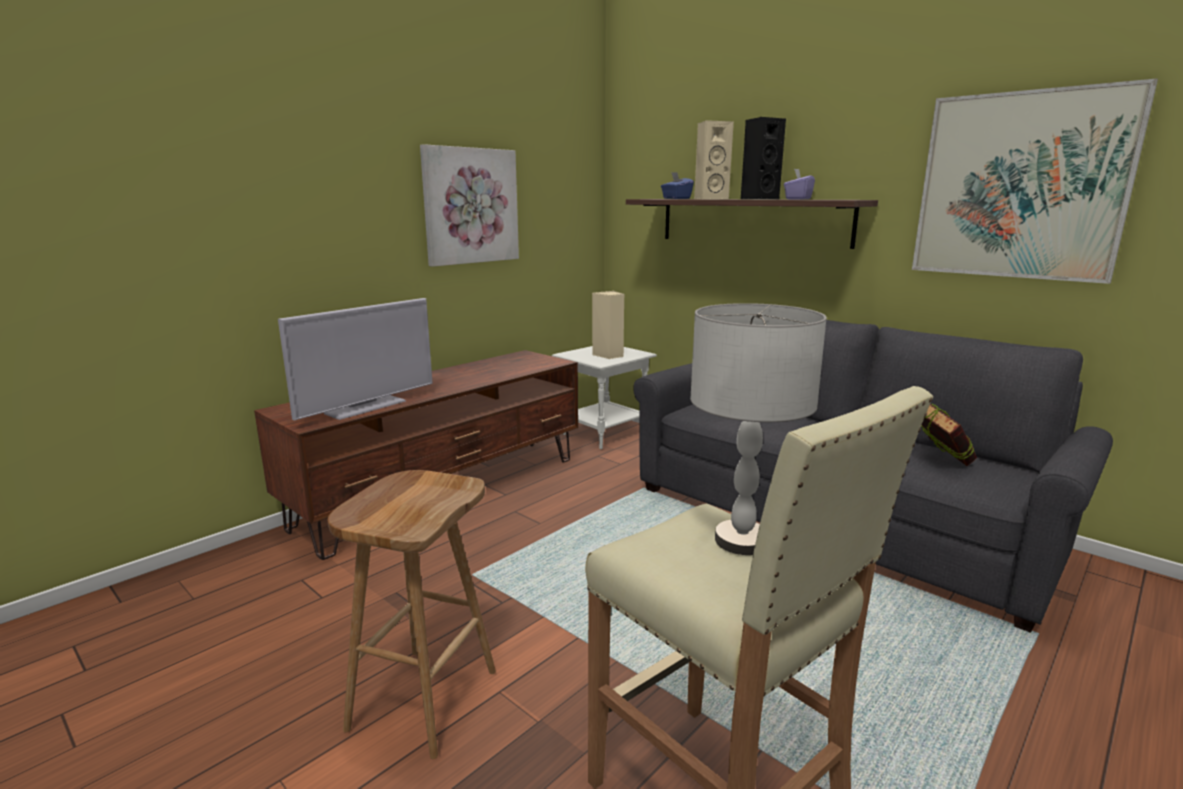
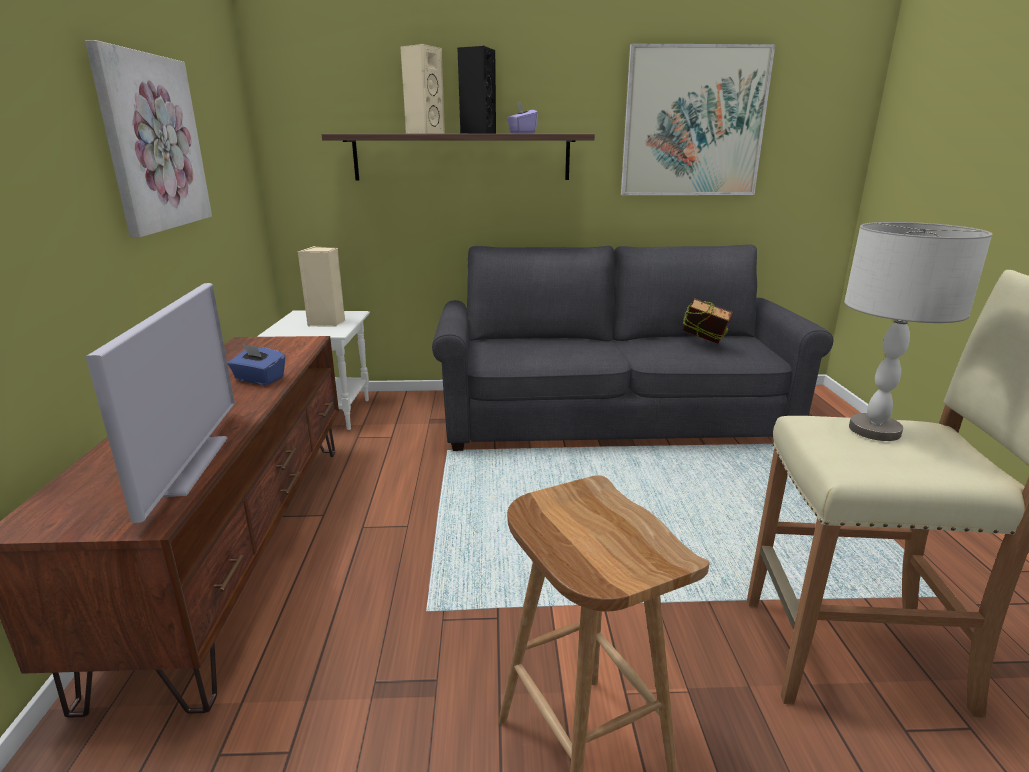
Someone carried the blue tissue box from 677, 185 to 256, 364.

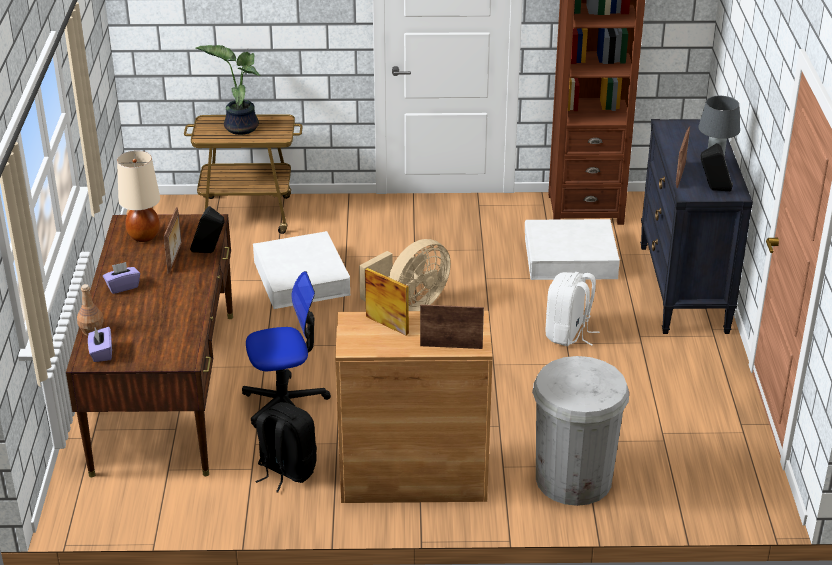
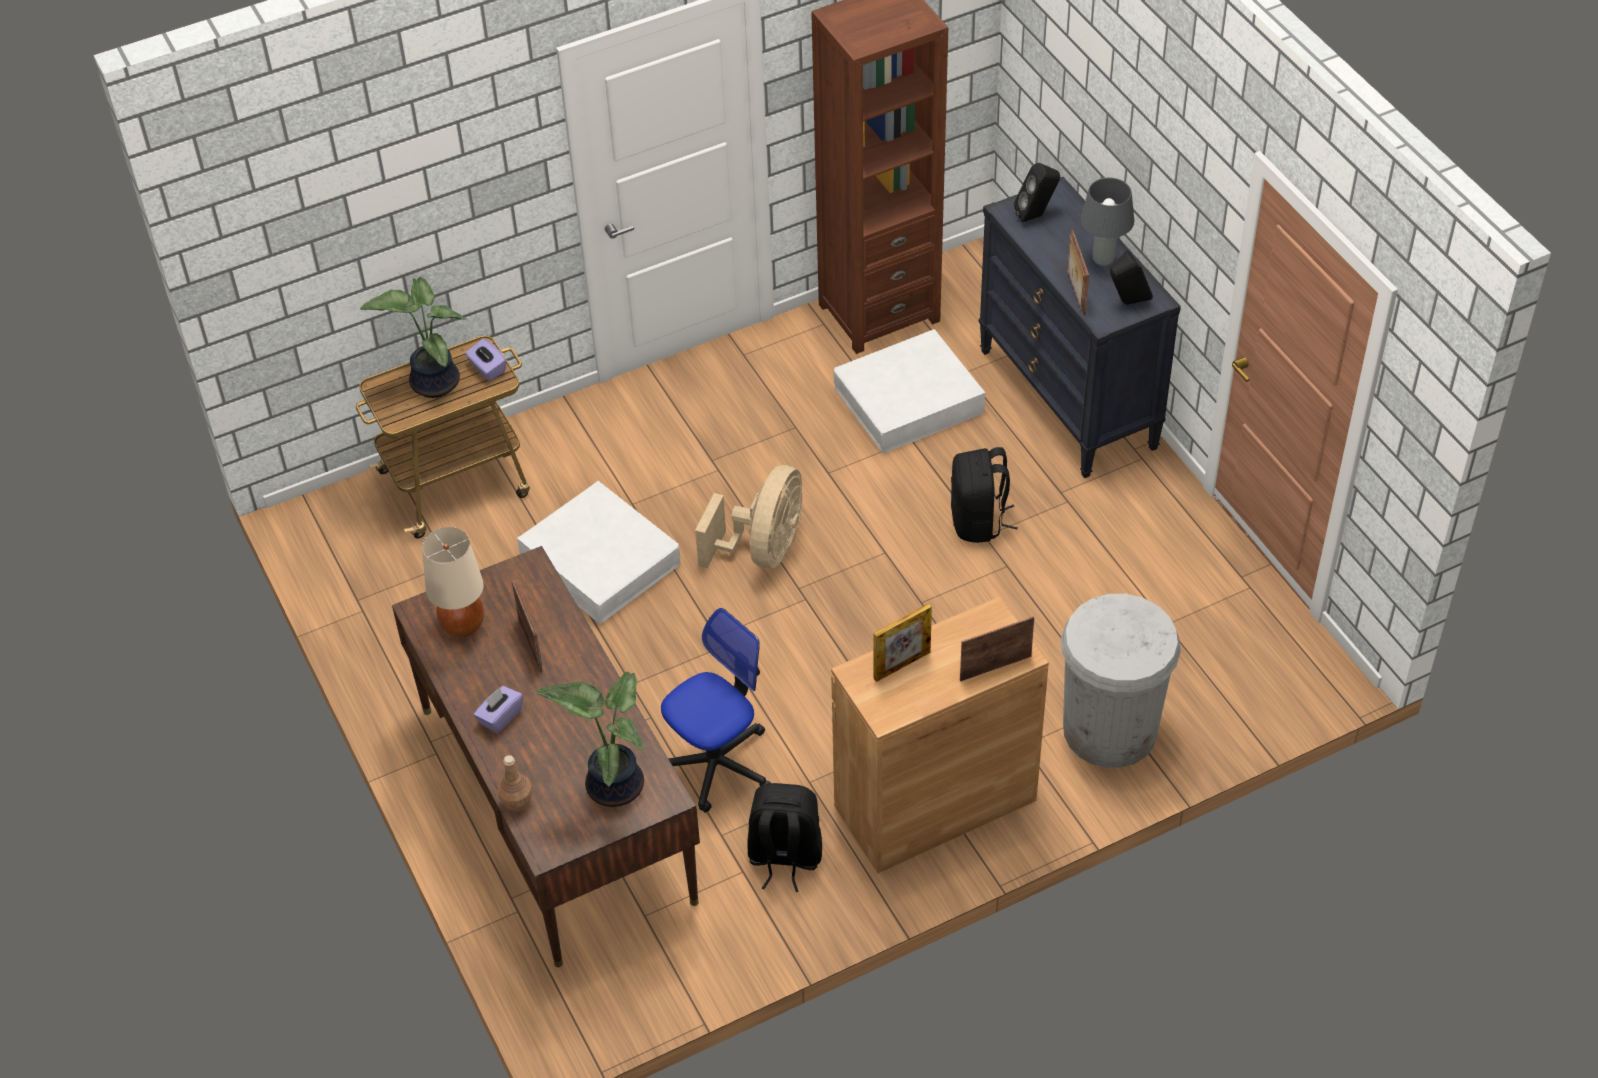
Someone carried the purple tissue box from 100, 344 to 485, 359. Someone put down the potted plant at 589, 739. Someone rotated the picture frame at 387, 301 by 135 degrees clockwise. Someone repainted the white backpack at 572, 309, which became the black backpack at 984, 495. Someone carried the black speaker from 207, 229 to 1037, 193.

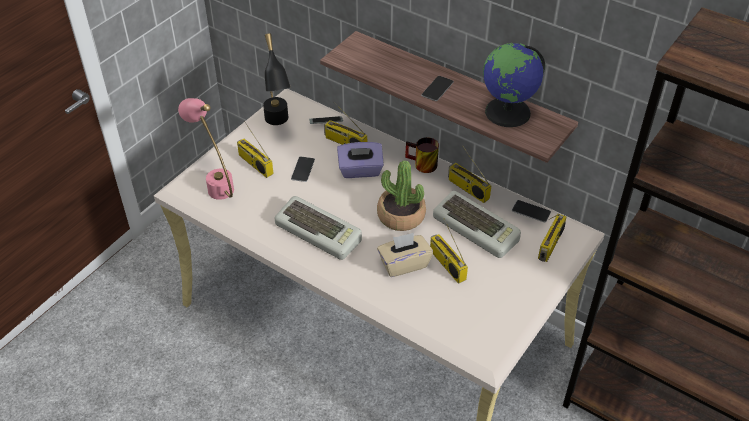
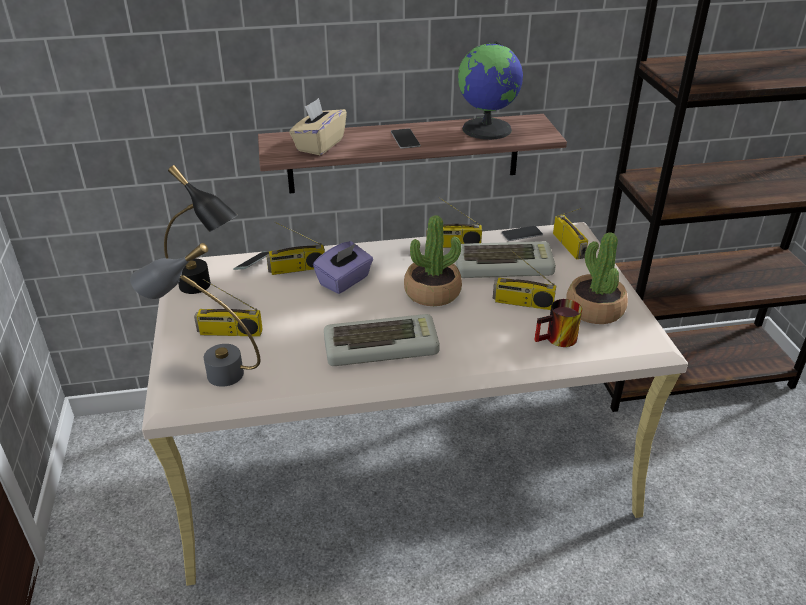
Someone repainted the pink table lamp at 206, 149, which became the grey table lamp at 195, 315. Someone carried the beige tissue box from 405, 255 to 318, 126. Someone carried the mug from 422, 155 to 558, 323. Someone put down the potted plant at 597, 278. Someone took away the phone at 303, 169.

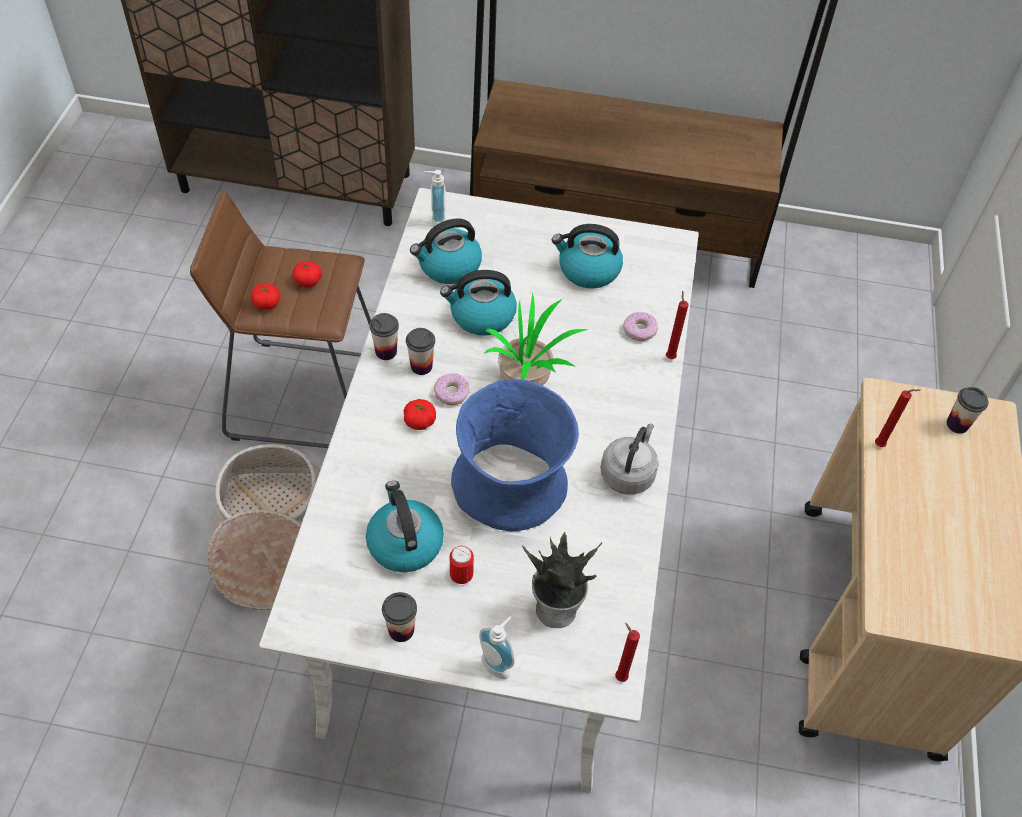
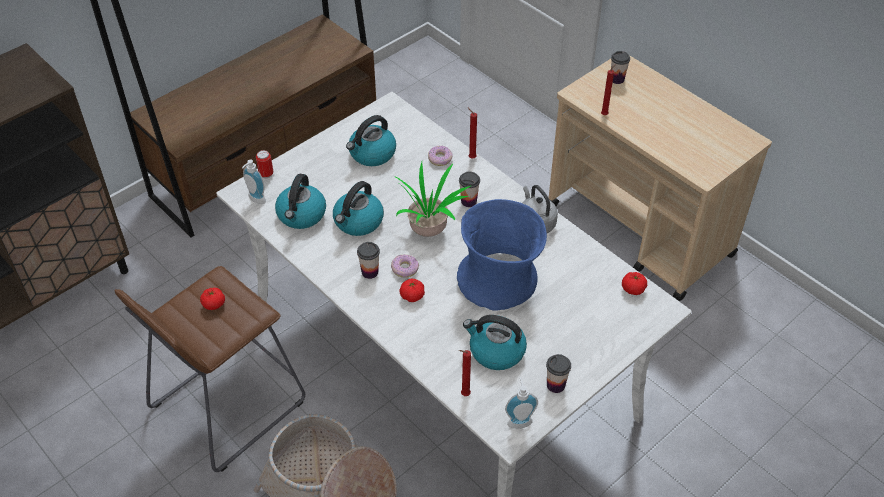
Someone carried the can from 462, 565 to 264, 164. Someone carried the cup from 384, 336 to 469, 189. Someone carried the red candle from 627, 652 to 465, 373. Someone carried the soap dispenser from 496, 647 to 521, 403. Someone carried the tomato from 265, 296 to 634, 283. Someone took away the potted plant at 562, 580.

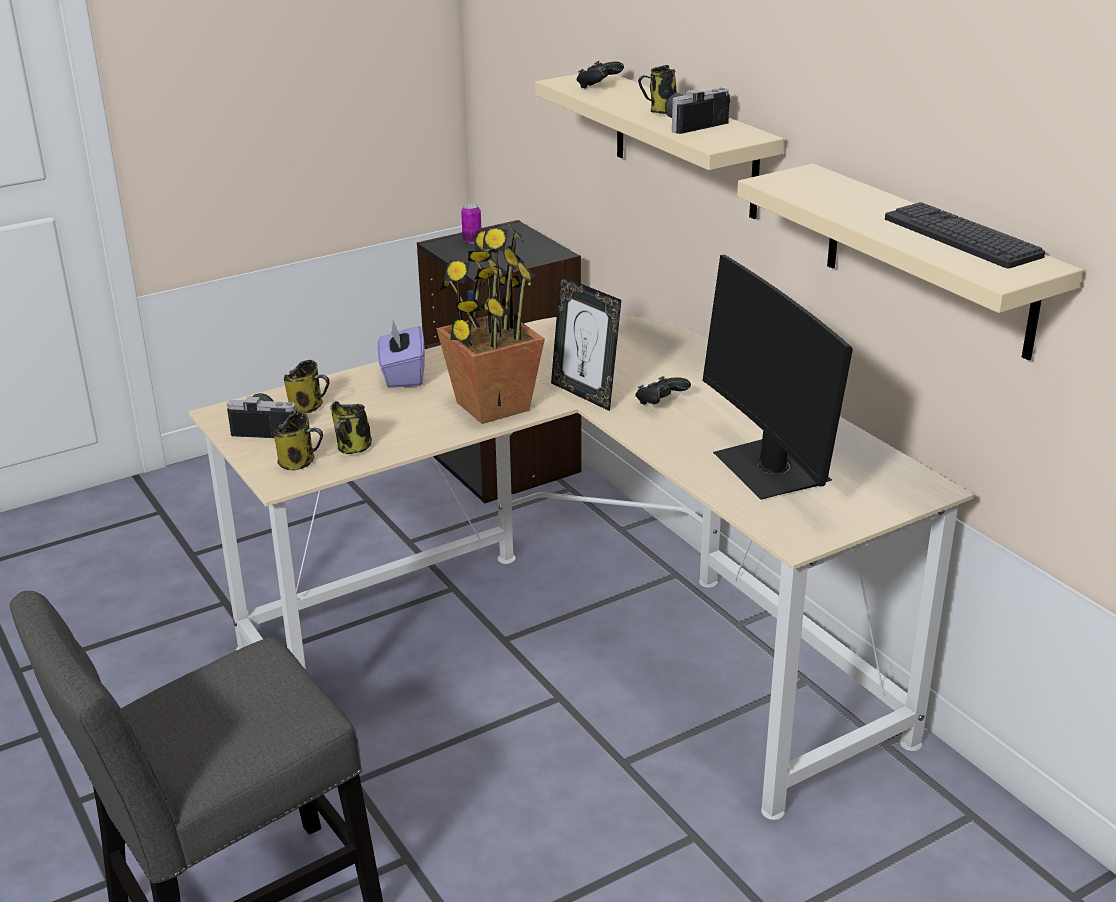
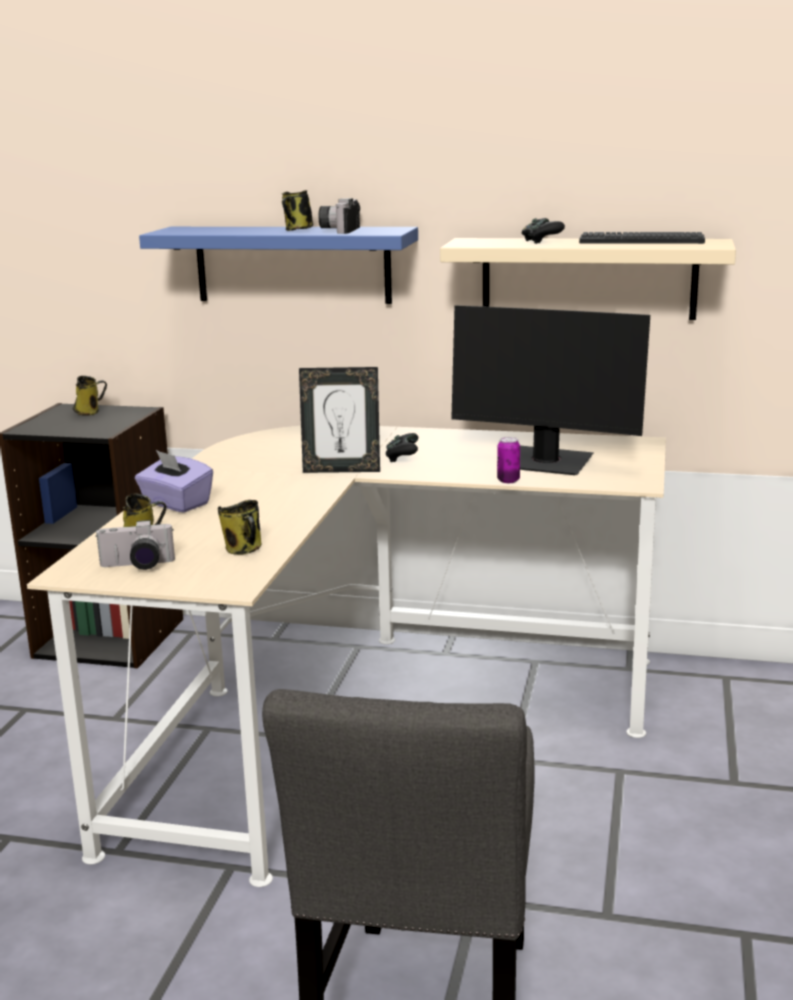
Someone carried the mug from 298, 441 to 89, 396. Someone rotated the photo camera at 262, 415 by 150 degrees counterclockwise. Someone repainted the beige shelf at 659, 146, which became the blue shelf at 278, 265. Someone carried the can from 471, 223 to 508, 460. Someone carried the black game controller from 600, 74 to 543, 231. Someone took away the potted plant at 490, 323.

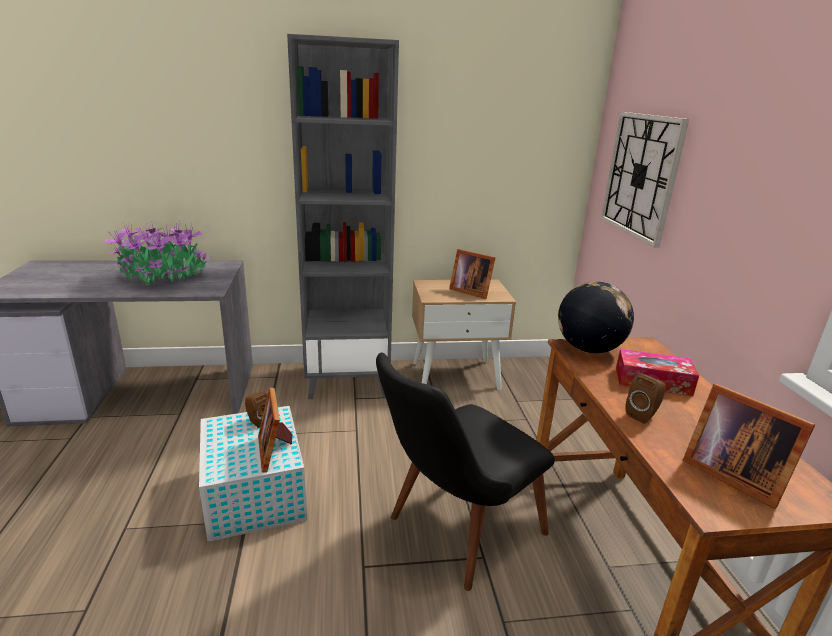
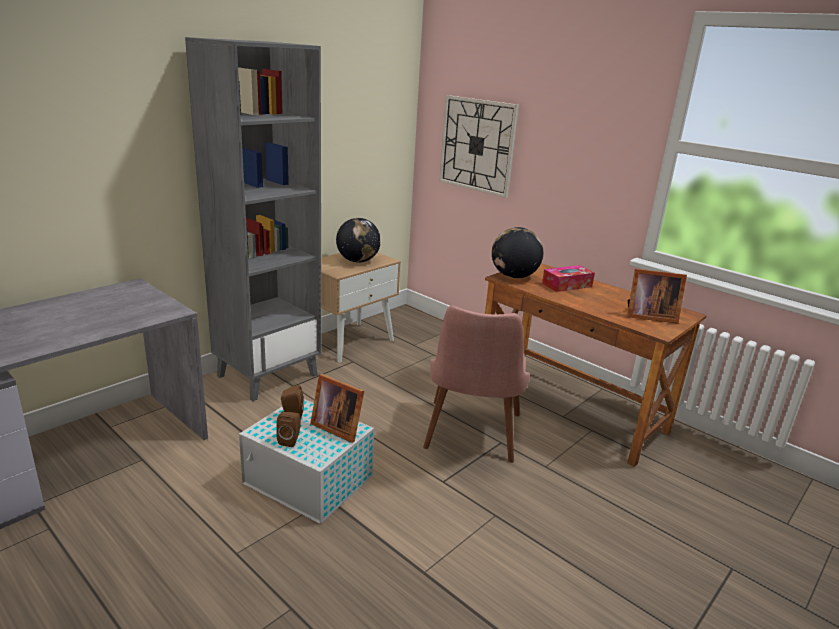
Someone carried the brown speaker from 645, 399 to 288, 429. Someone swapped the picture frame at 472, 274 for the globe at 358, 240. Someone repainted the black chair at 465, 472, which became the pink chair at 476, 384. Someone took away the potted plant at 157, 254.

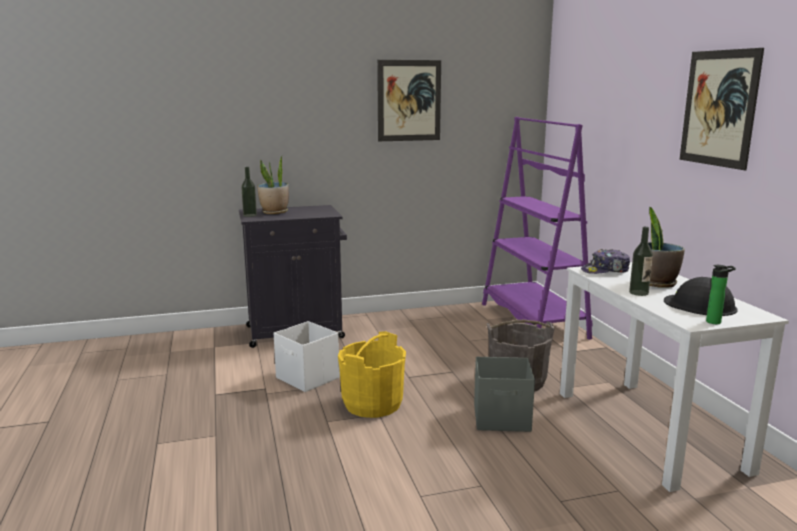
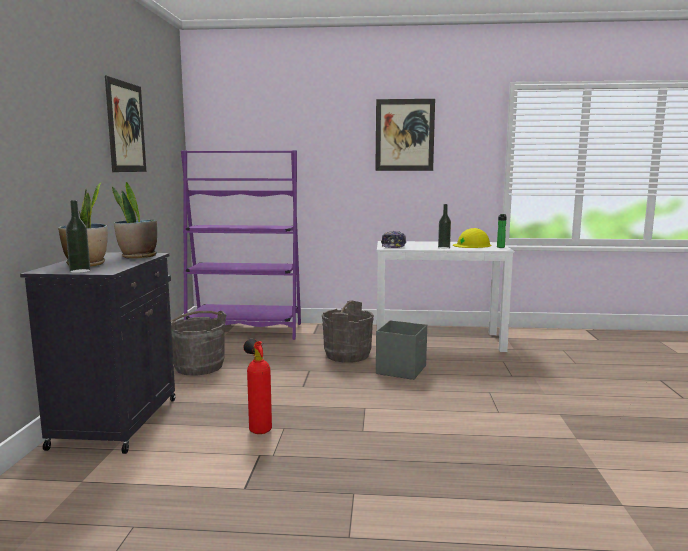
Someone carried the potted plant from 666, 247 to 134, 220. Someone put down the grey bucket at 198, 343. Someone swapped the white storage box at 306, 356 for the fire extinguisher at 258, 386. Someone repainted the black hard hat at 700, 296, which became the yellow hard hat at 472, 238. Someone took away the yellow bucket at 372, 374.

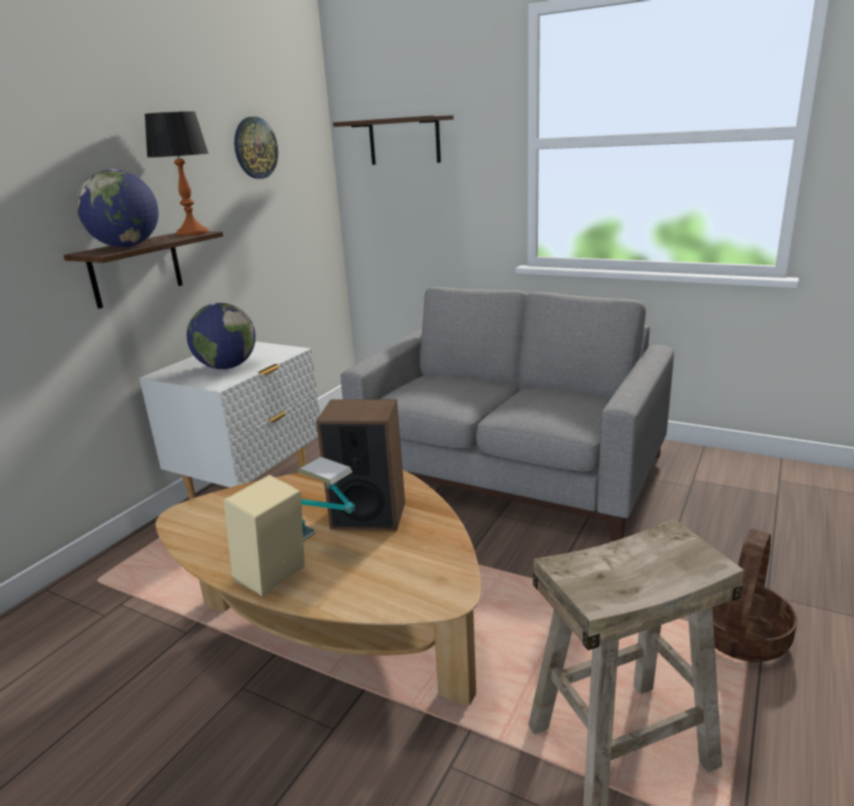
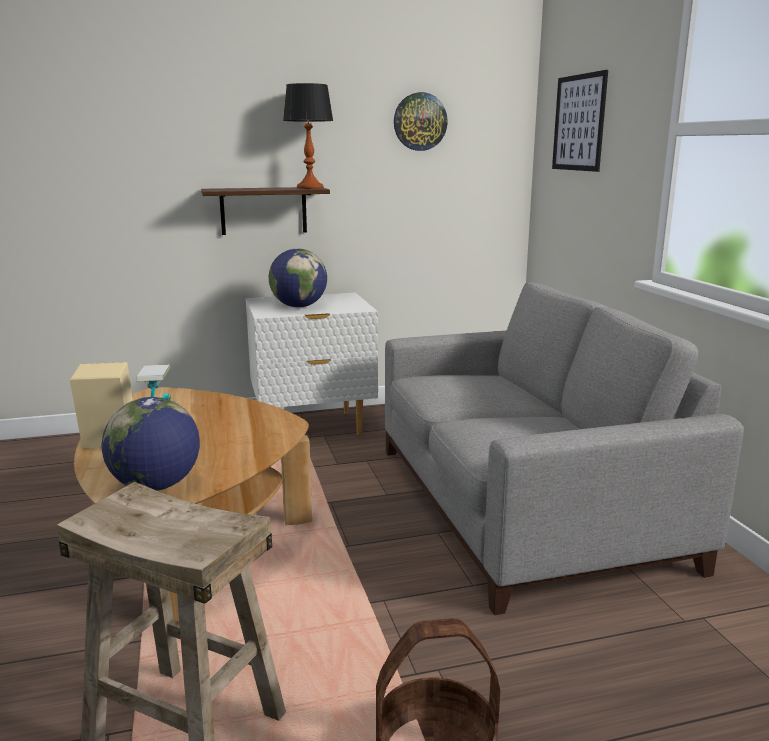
Someone carried the globe from 117, 208 to 151, 444. Someone swapped the shelf at 393, 140 for the picture at 580, 121. Someone took away the speaker at 360, 465.

